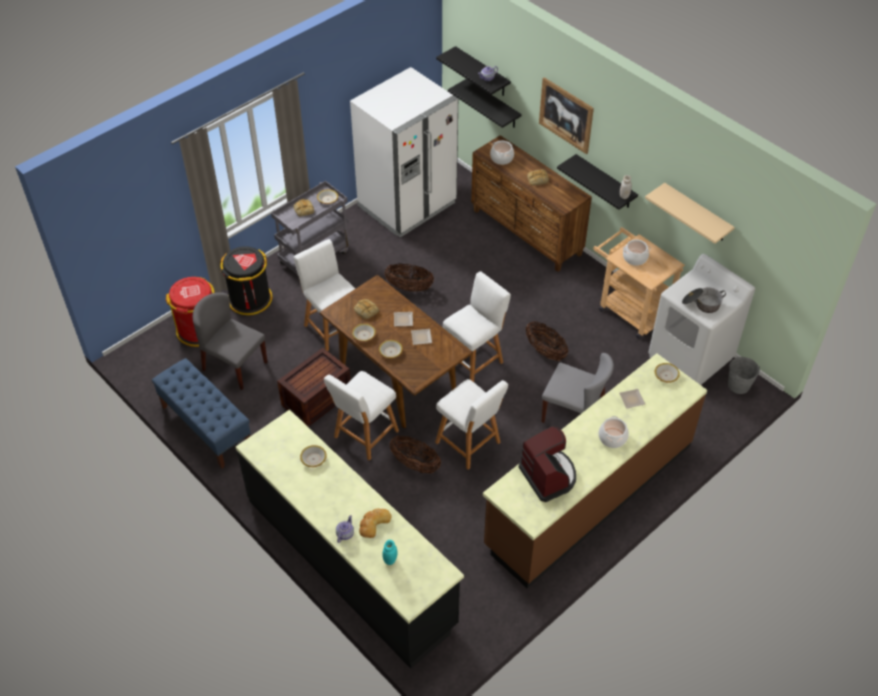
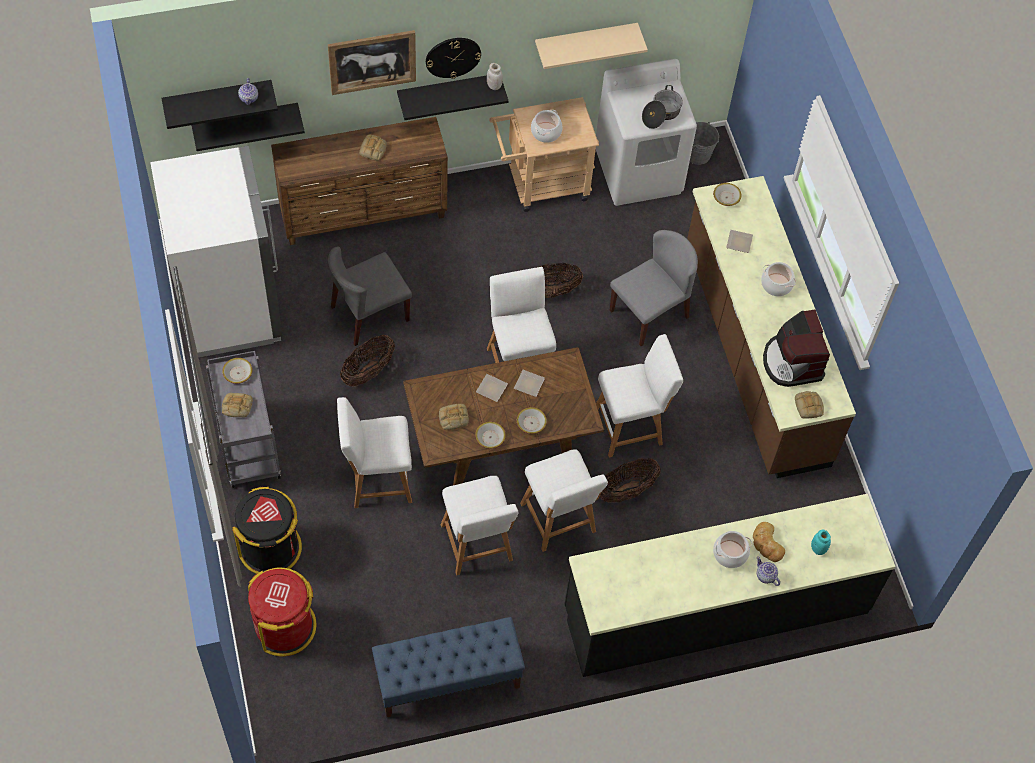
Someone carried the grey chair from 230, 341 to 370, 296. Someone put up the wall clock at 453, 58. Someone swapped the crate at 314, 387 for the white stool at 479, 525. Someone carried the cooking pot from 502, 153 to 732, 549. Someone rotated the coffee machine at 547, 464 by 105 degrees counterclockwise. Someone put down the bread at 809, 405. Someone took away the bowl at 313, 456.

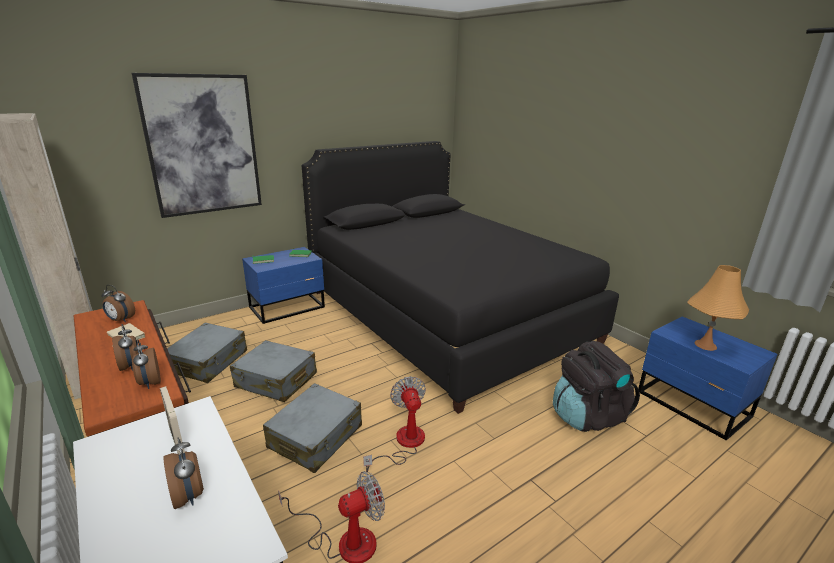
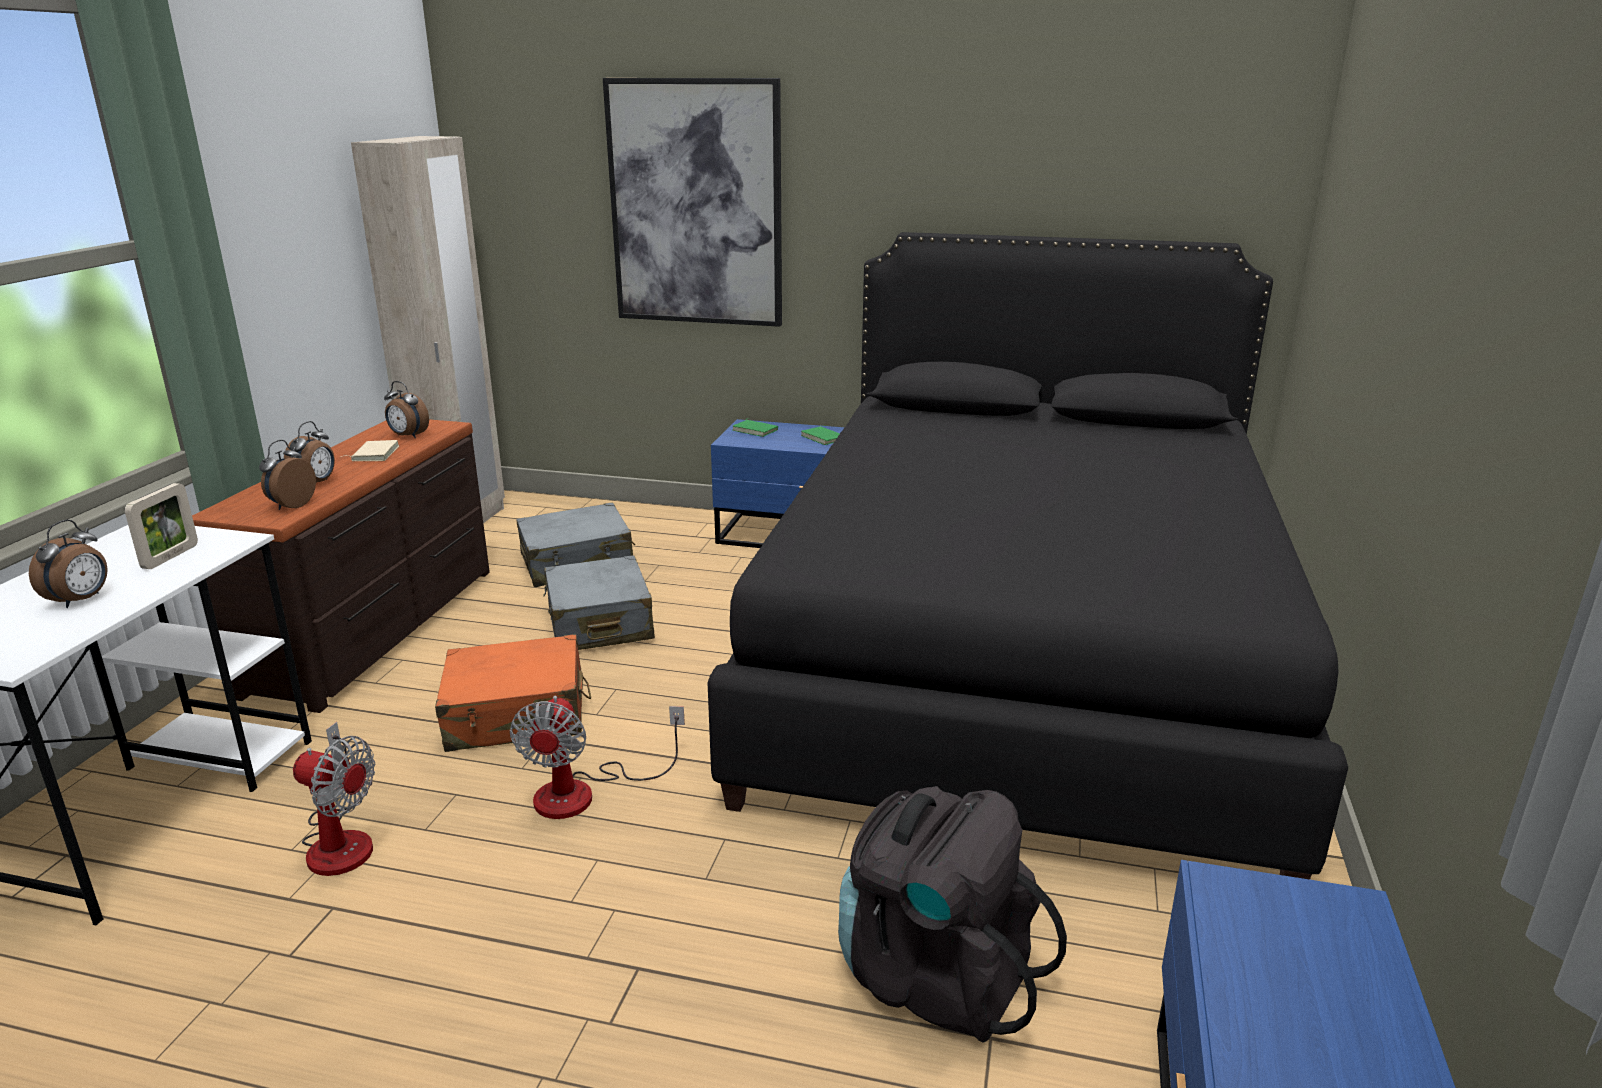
Someone rotated the alarm clock at 118, 303 by 45 degrees counterclockwise. Someone repainted the grey suitcase at 312, 428, which became the orange suitcase at 513, 693. Someone rotated the fan at 394, 424 by 150 degrees clockwise. Someone took away the orange table lamp at 718, 308.

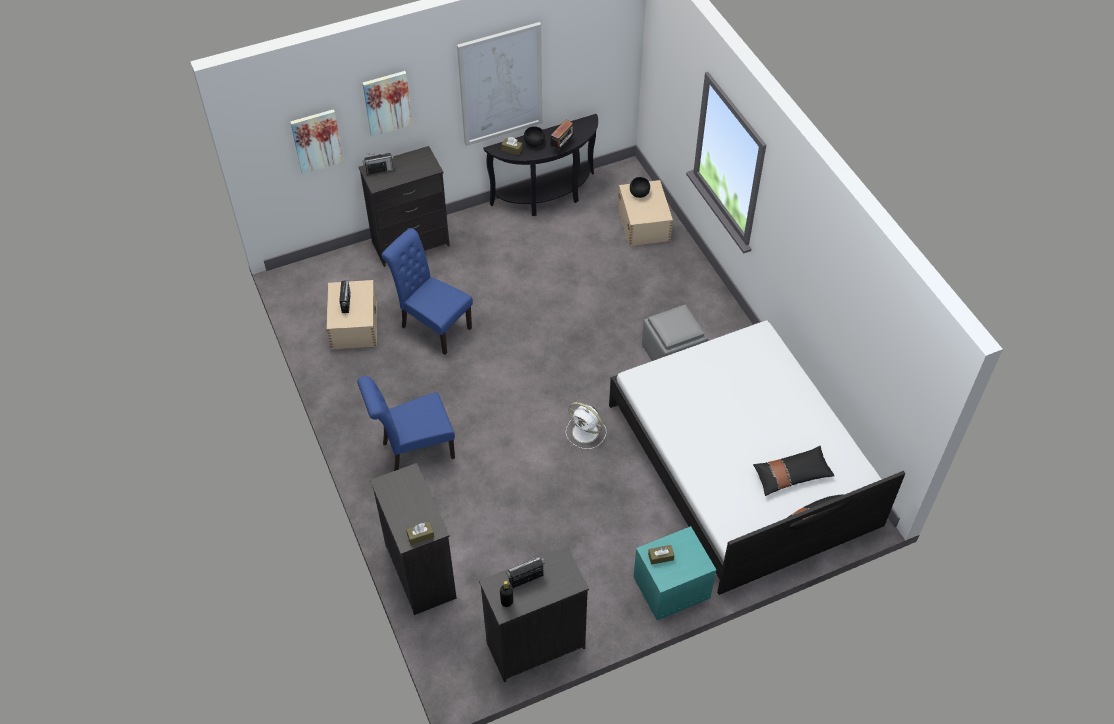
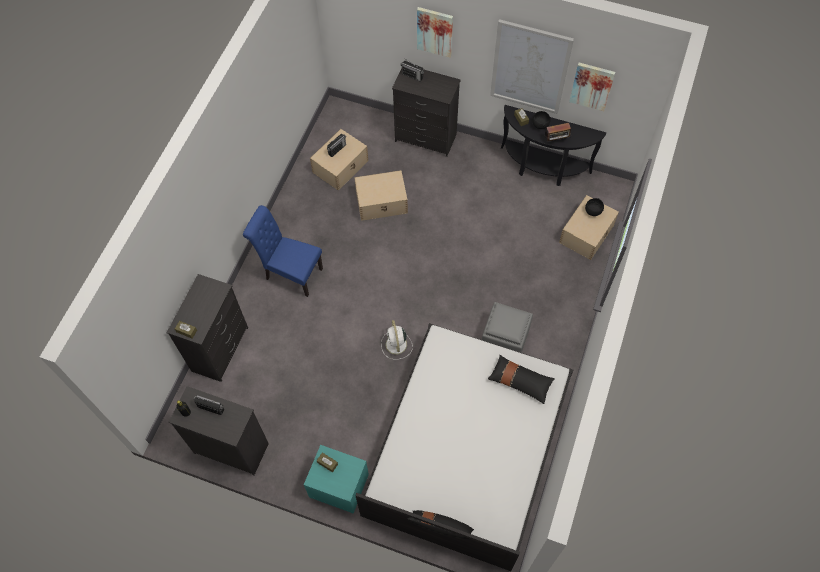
Someone swapped the blue chair at 427, 291 for the beige storage box at 381, 195. Someone carried the black pillow from 793, 471 to 521, 379. Someone carried the picture from 317, 141 to 592, 87.

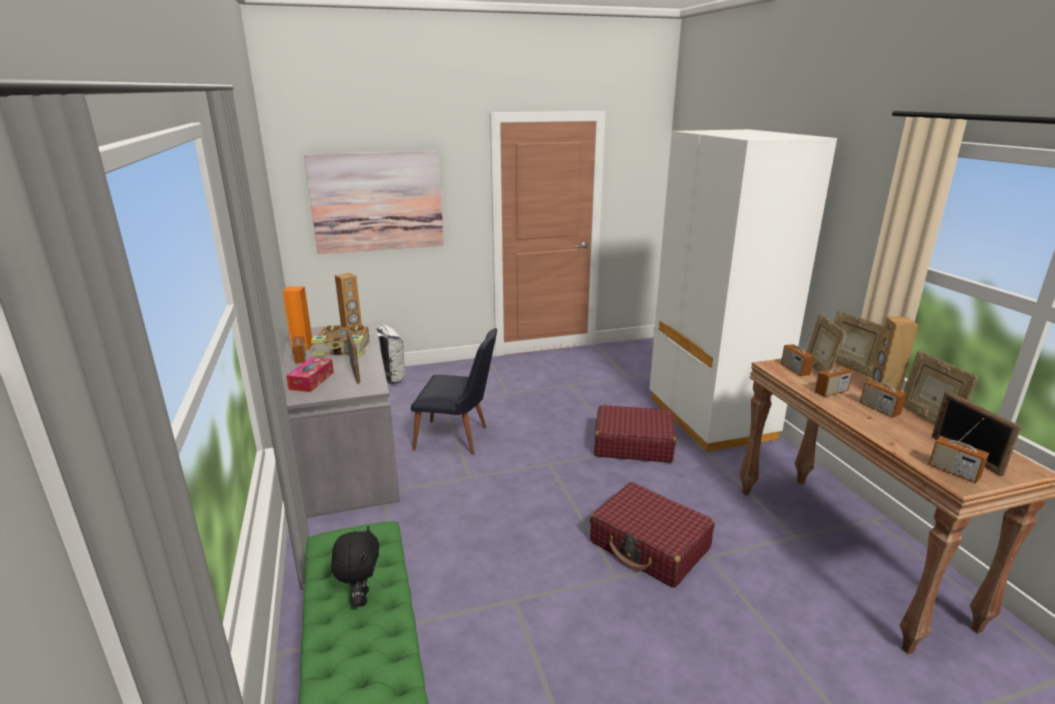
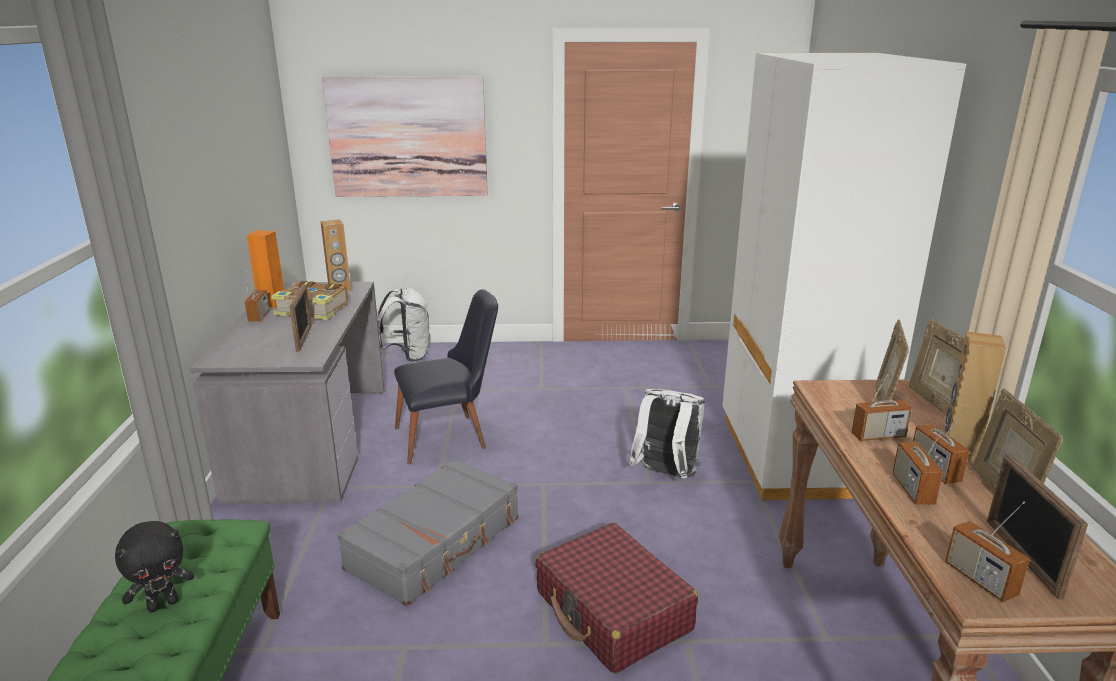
Someone rotated the black plush toy at 355, 566 by 45 degrees clockwise. Someone put down the grey suitcase at 427, 532. Someone rotated the black chair at 454, 391 by 45 degrees counterclockwise. Someone swapped the red suitcase at 635, 434 for the white backpack at 667, 433. Someone carried the radio from 797, 352 to 919, 464. Someone took away the tissue box at 310, 374.

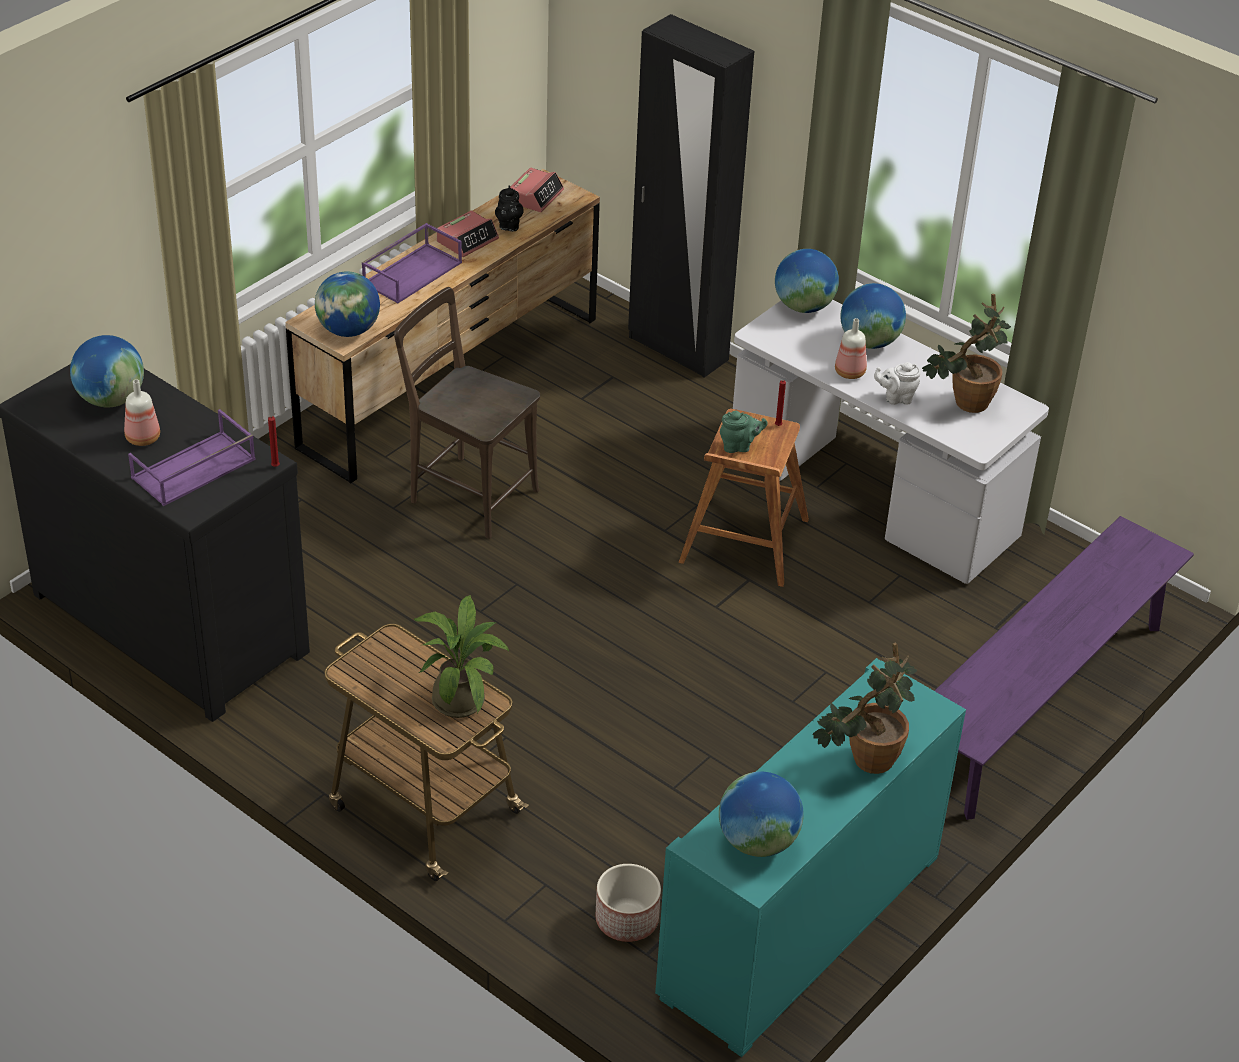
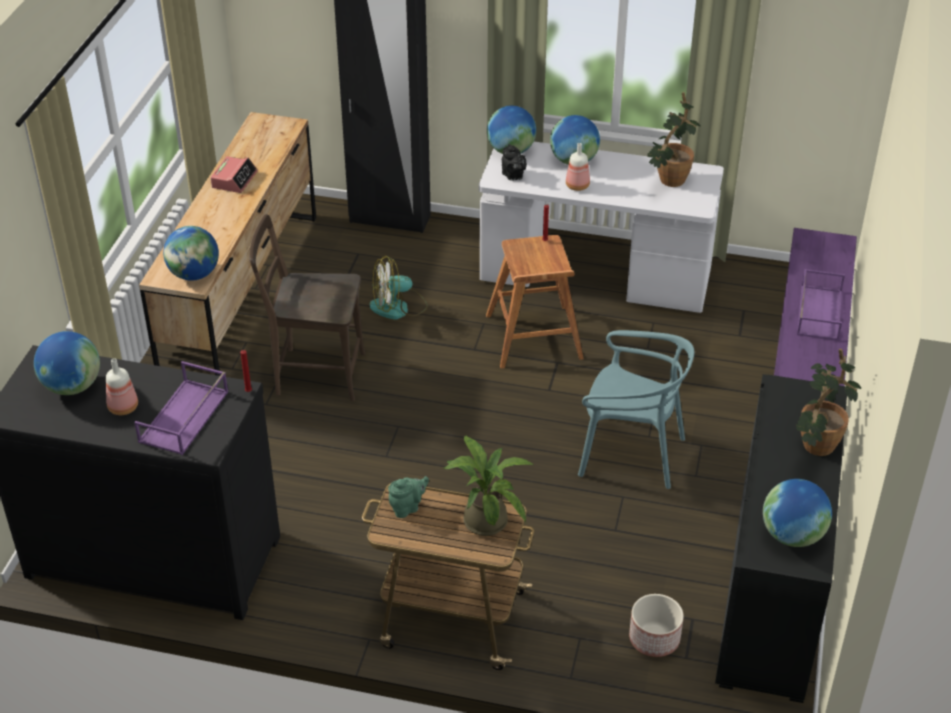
Someone put down the fan at 399, 287. Someone carried the green teapot from 744, 432 to 408, 497. Someone carried the black teapot from 509, 208 to 514, 162. Someone put down the turquoise chair at 636, 409. Someone repainted the turquoise cabinet at 810, 857, which became the black cabinet at 781, 538. Someone carried the purple tray from 412, 263 to 821, 305. Someone took away the alarm clock at 537, 190. Someone took away the white teapot at 897, 383.

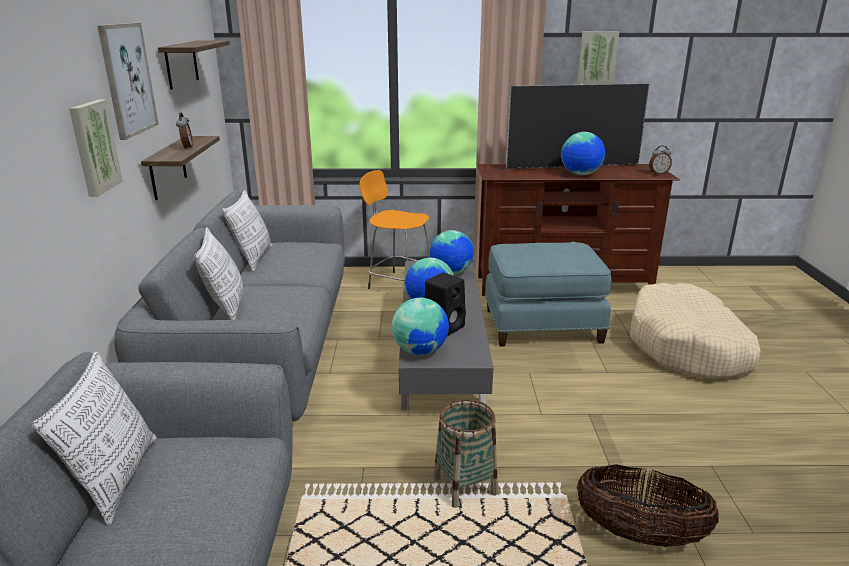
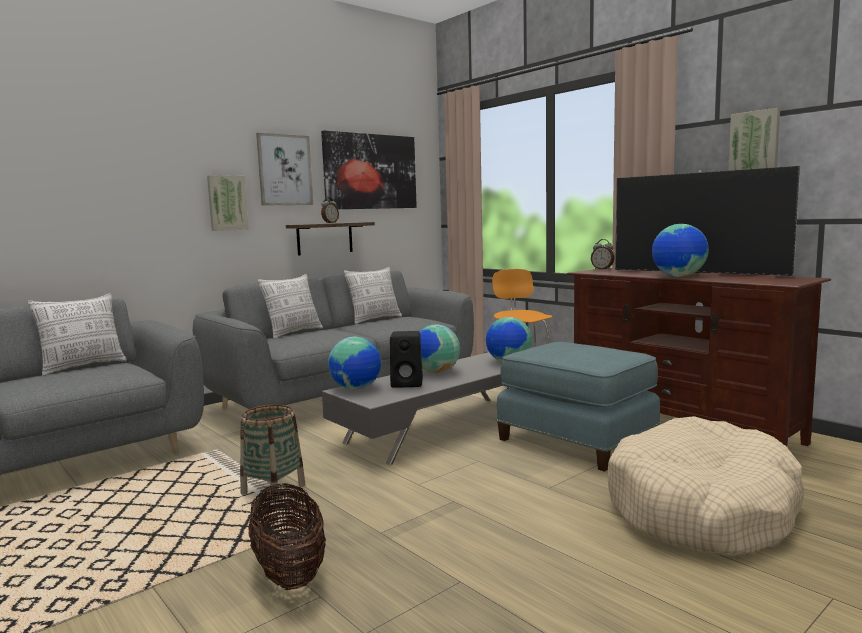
Someone swapped the shelf at 194, 65 for the picture at 369, 170. Someone carried the alarm clock from 660, 159 to 603, 254.

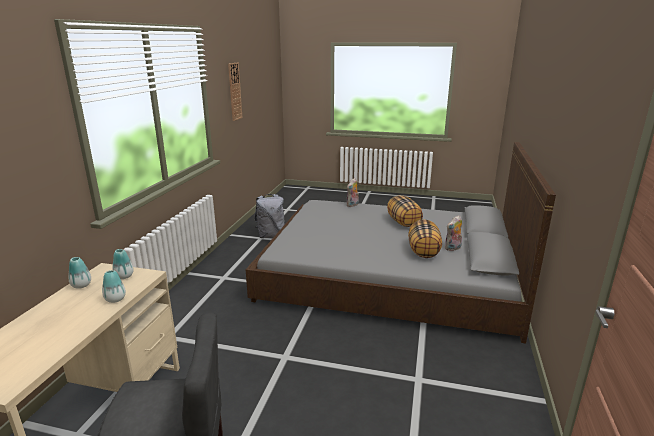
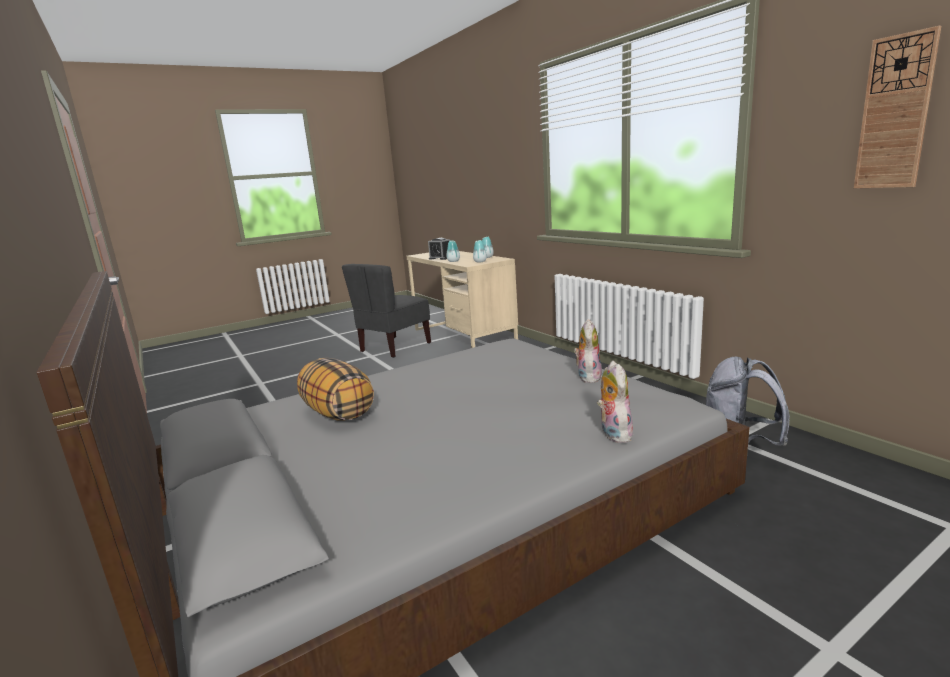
Someone put down the alarm clock at 439, 249. Someone carried the plush toy from 453, 233 to 588, 351. Someone took away the pillow at 405, 211.

